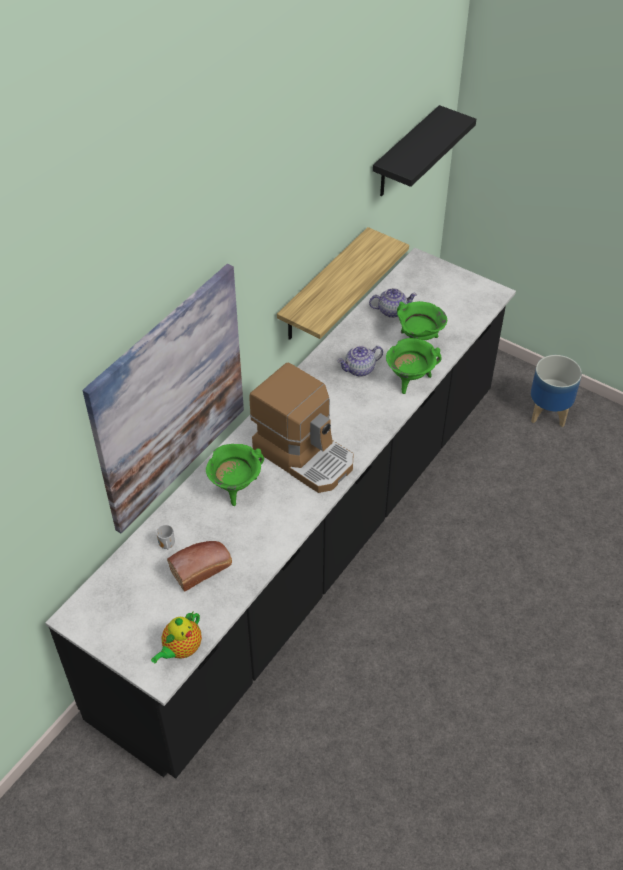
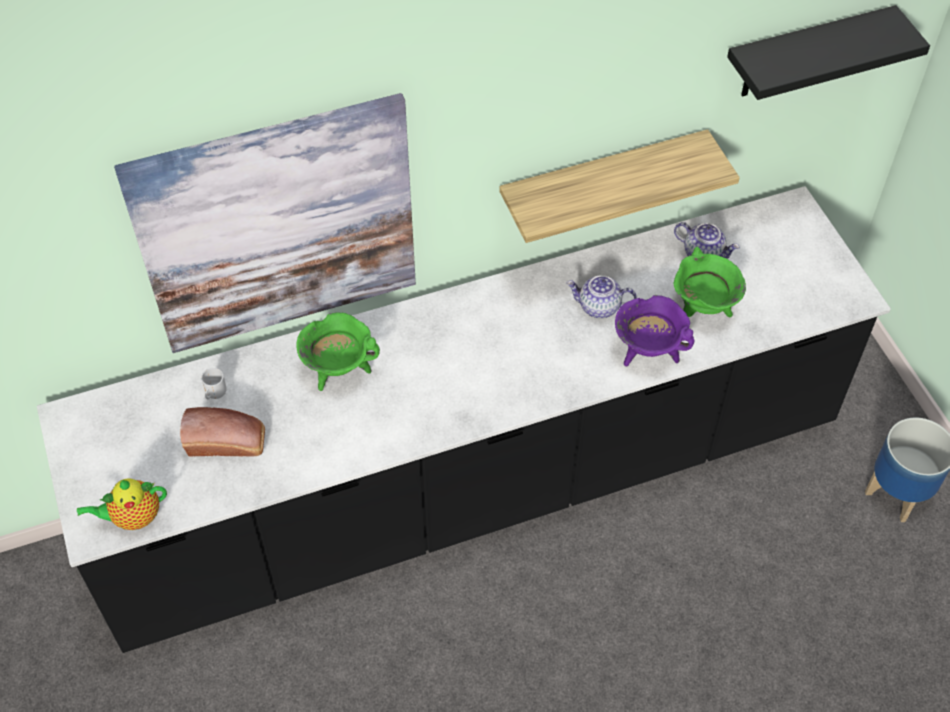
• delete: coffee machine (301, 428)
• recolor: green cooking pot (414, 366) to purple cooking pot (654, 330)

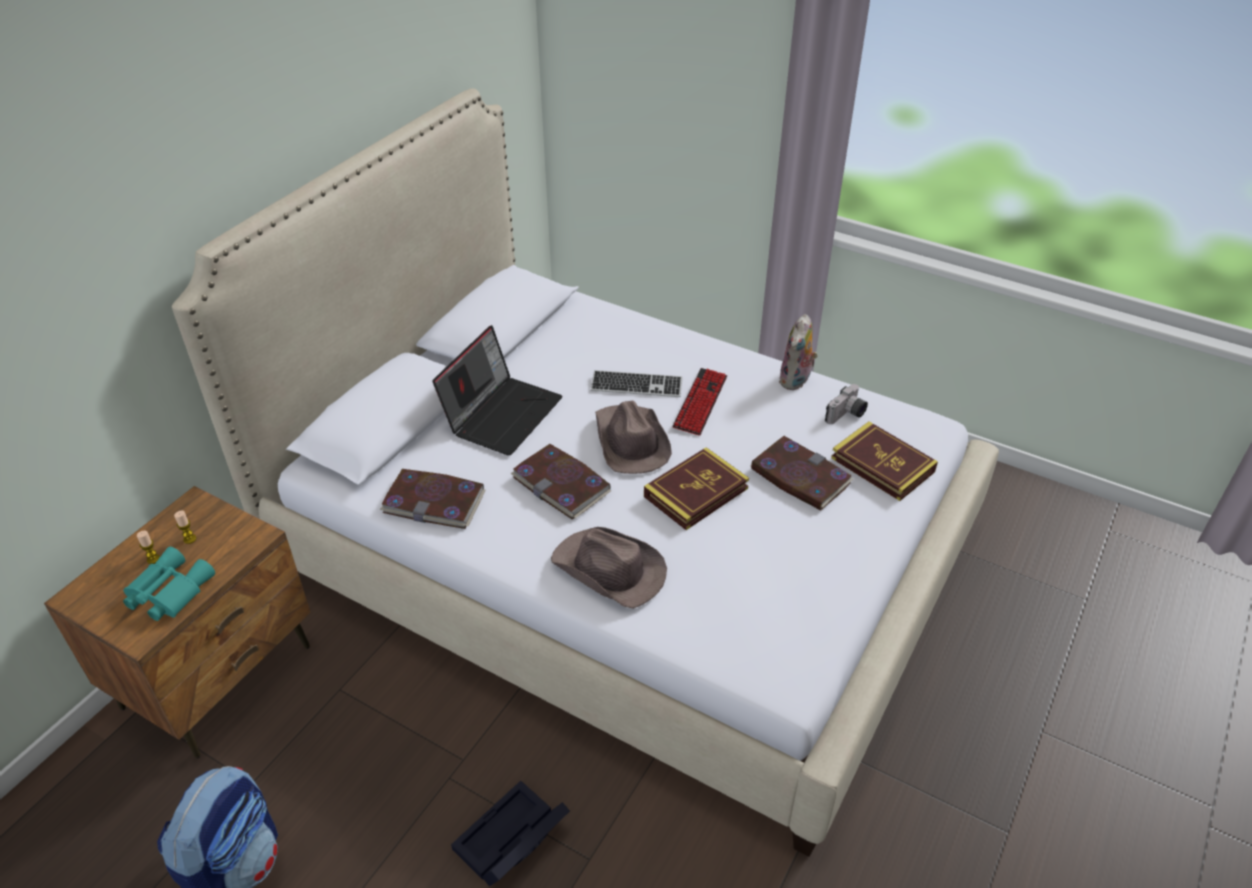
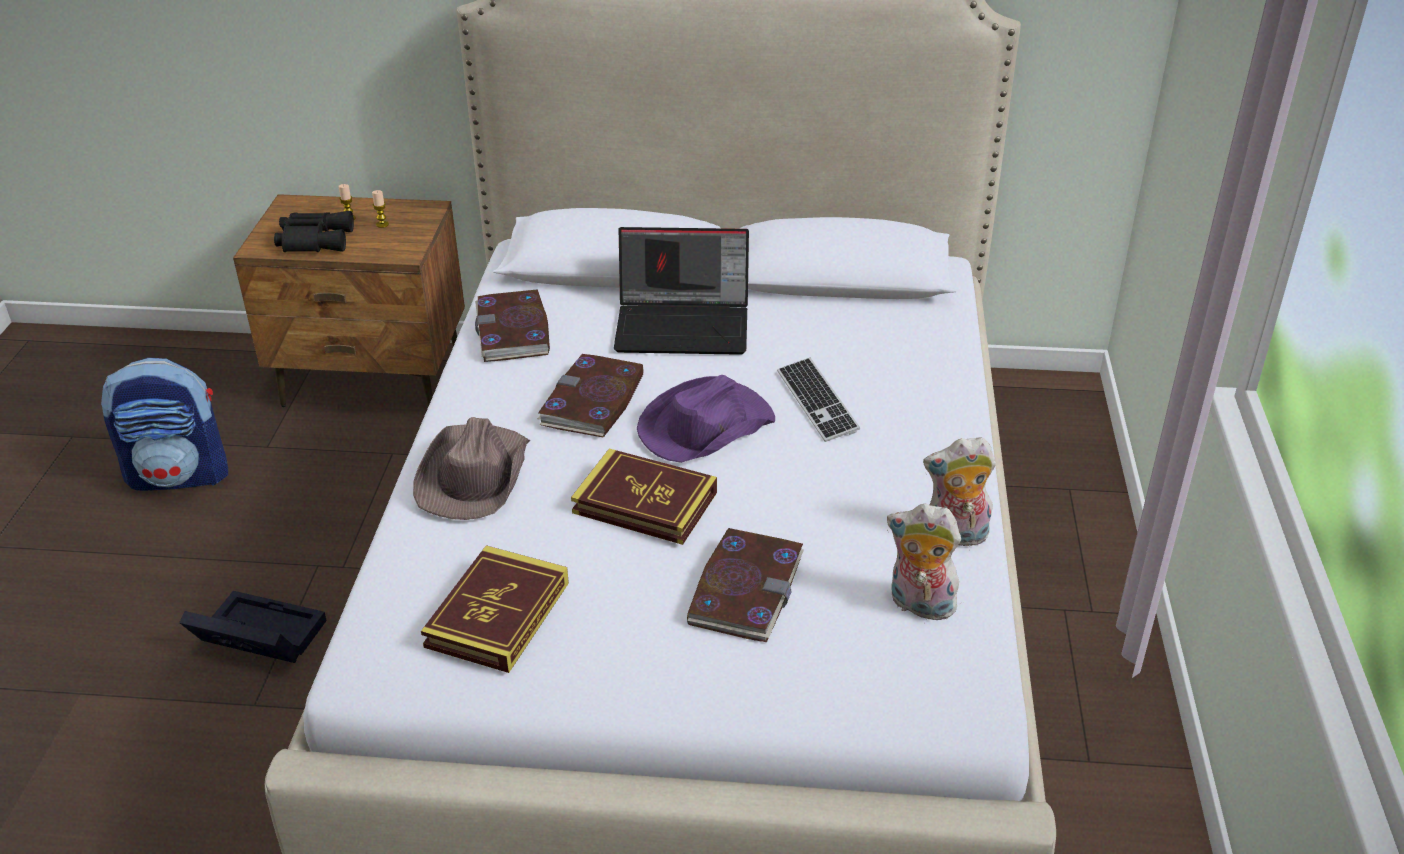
• recolor: turquoise pair of binoculars (169, 584) to blackish pair of binoculars (314, 231)
• recolor: brown-coloured hat (633, 437) to purple hat (706, 419)
• delete: keyboard (699, 402)
• replace: still camera (846, 404) to plush toy (924, 562)
• move: bound book (884, 461) to (495, 609)

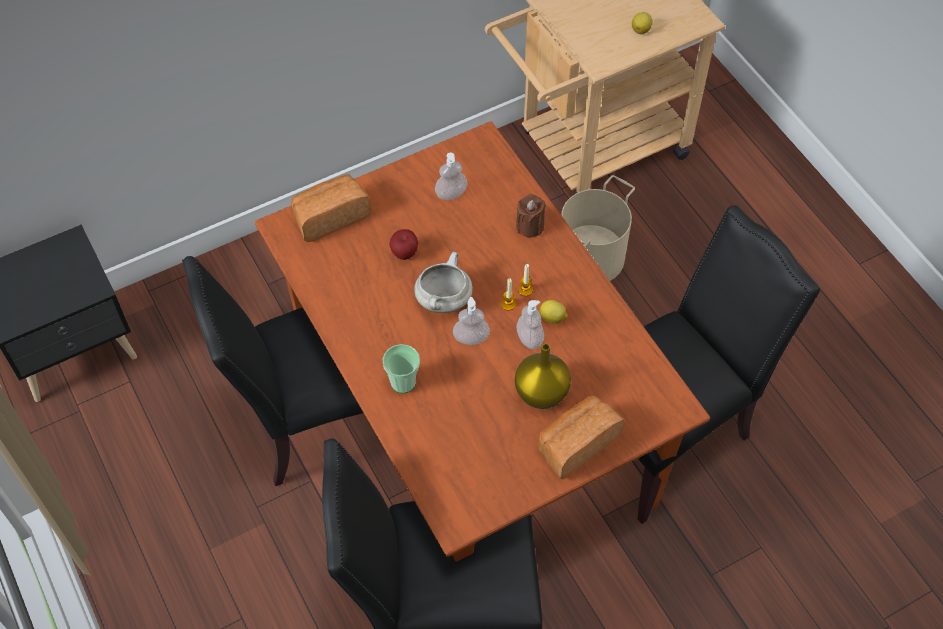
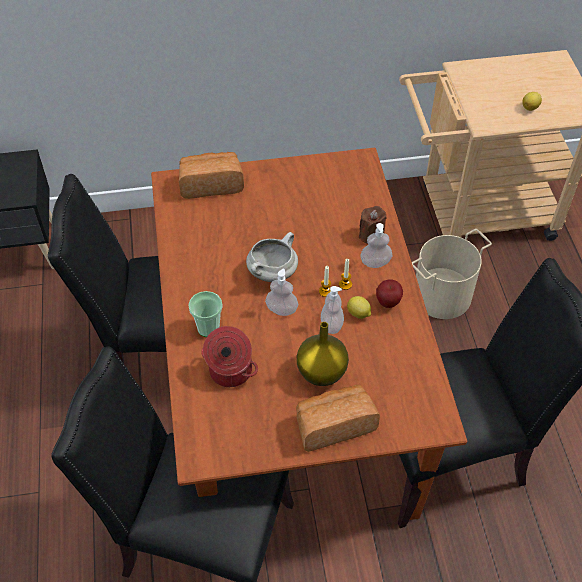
• move: whole apple (403, 244) to (389, 294)
• move: liquid soap bottle (451, 176) to (376, 245)
• insert: cooking pot (229, 356)

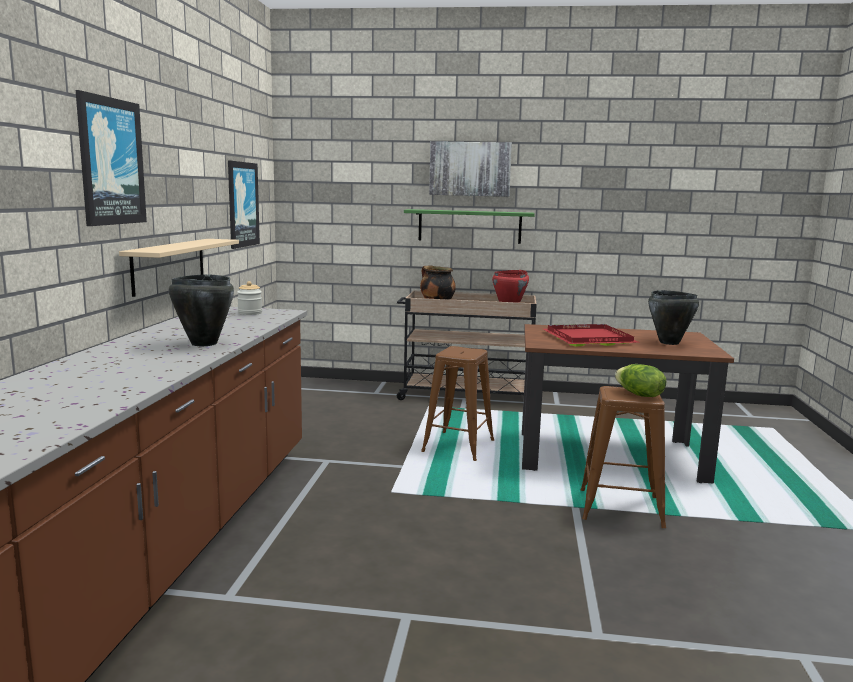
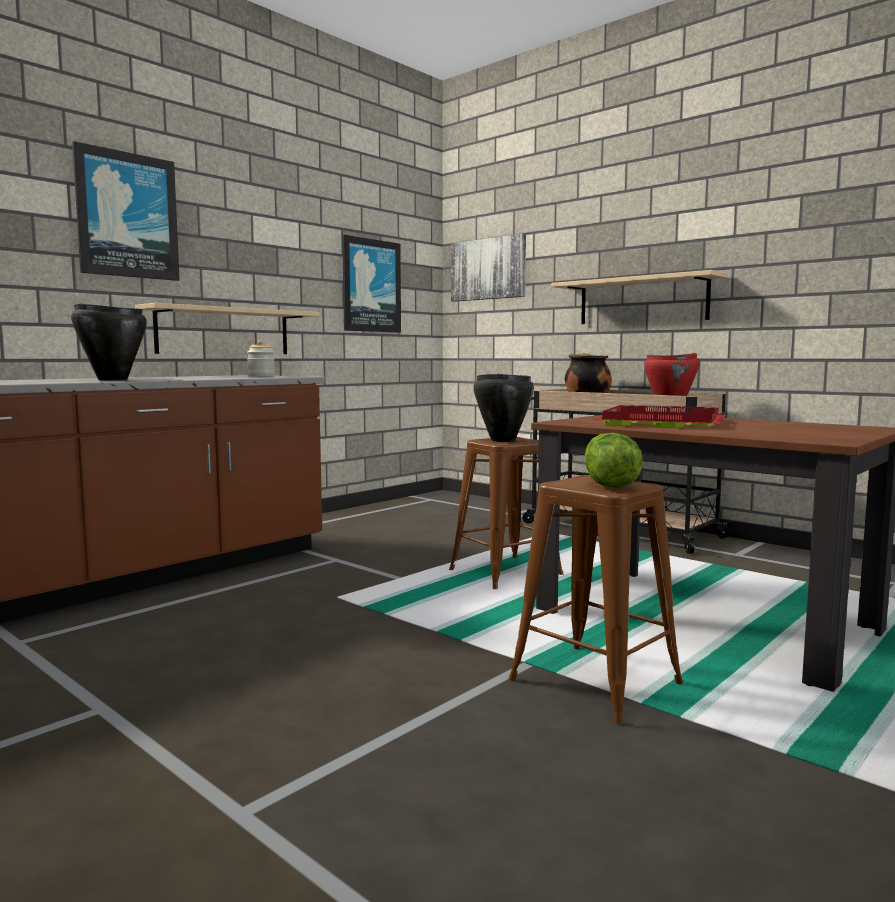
• recolor: green shelf (469, 226) to beige shelf (639, 297)
• move: wall art (470, 169) to (488, 267)
• move: blackish cooking pot (673, 317) to (503, 408)

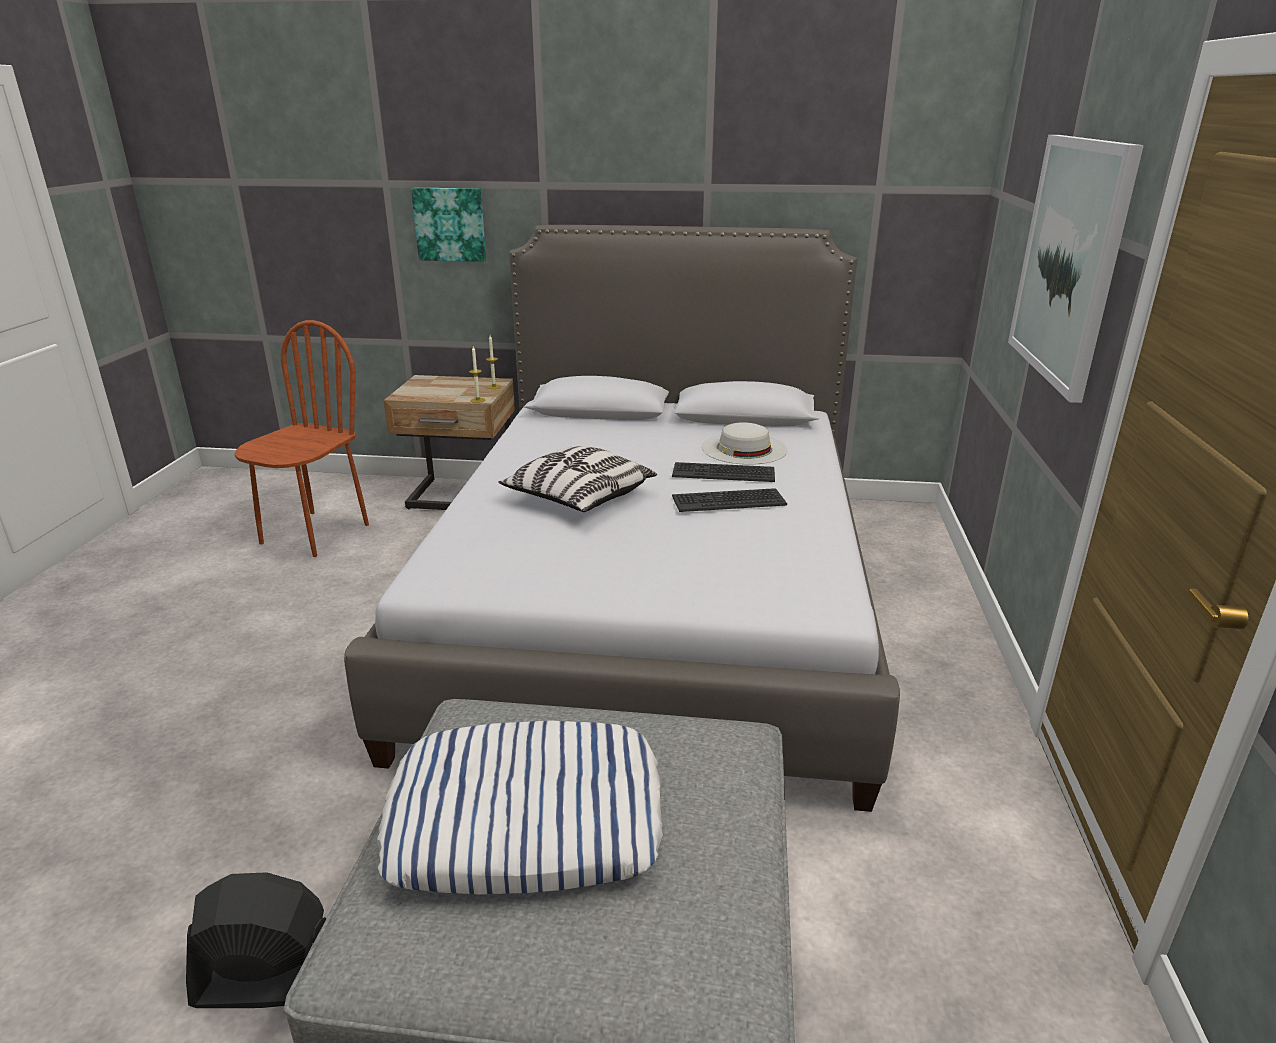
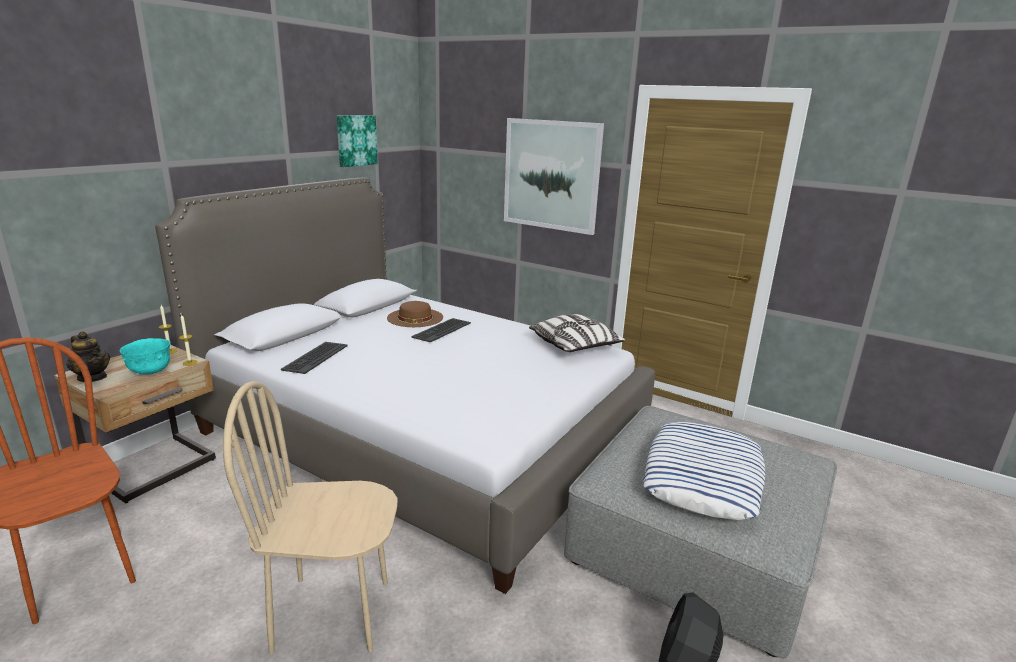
• move: wall art (448, 225) to (357, 141)
• move: throw pillow (577, 479) to (577, 333)
• move: keyboard (729, 500) to (314, 358)
• recolor: white hat (745, 443) to brown-coloured hat (415, 314)
• insert: teapot (88, 357)
• insert: turquoise bowl (145, 356)
• insert: beige upright chair (310, 517)

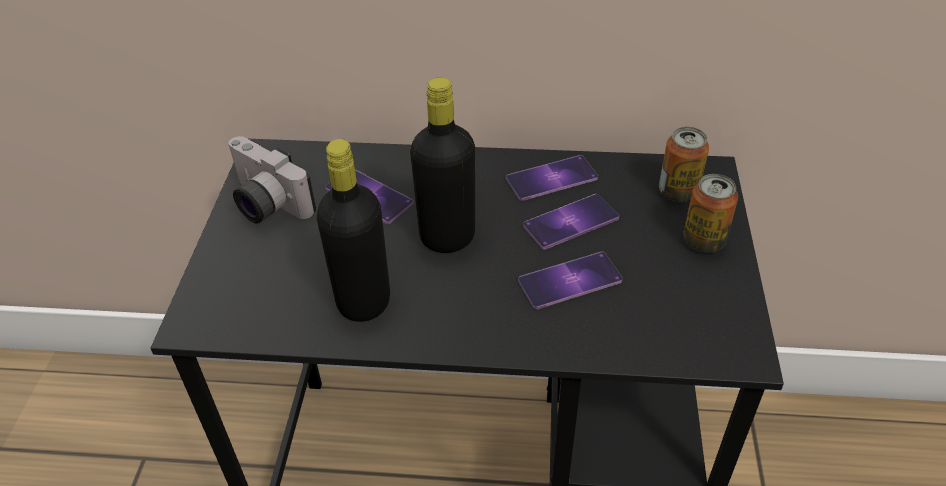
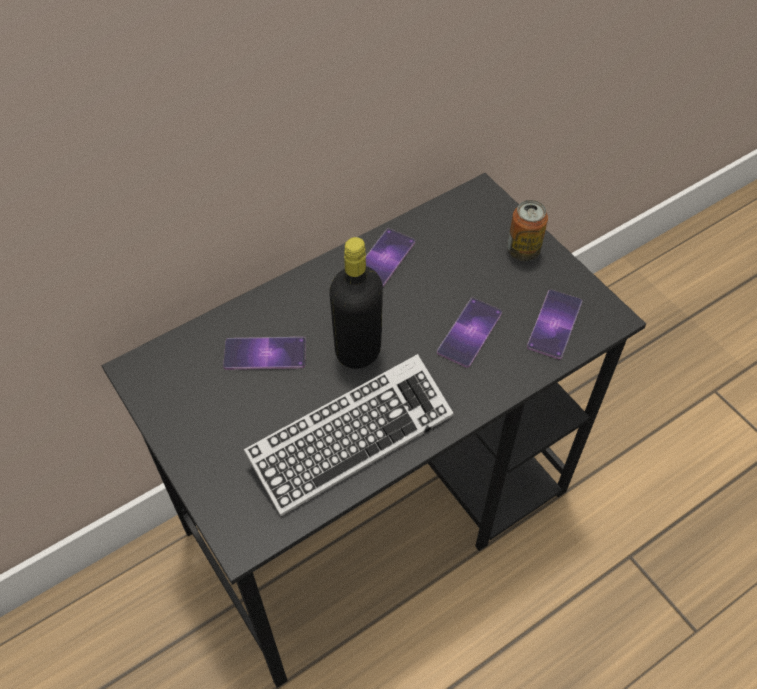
• delete: still camera (272, 180)
• replace: blackish beverage bottle (353, 230) to keyboard (348, 435)
• move: telephone (571, 222) to (554, 324)
• delete: can (684, 164)

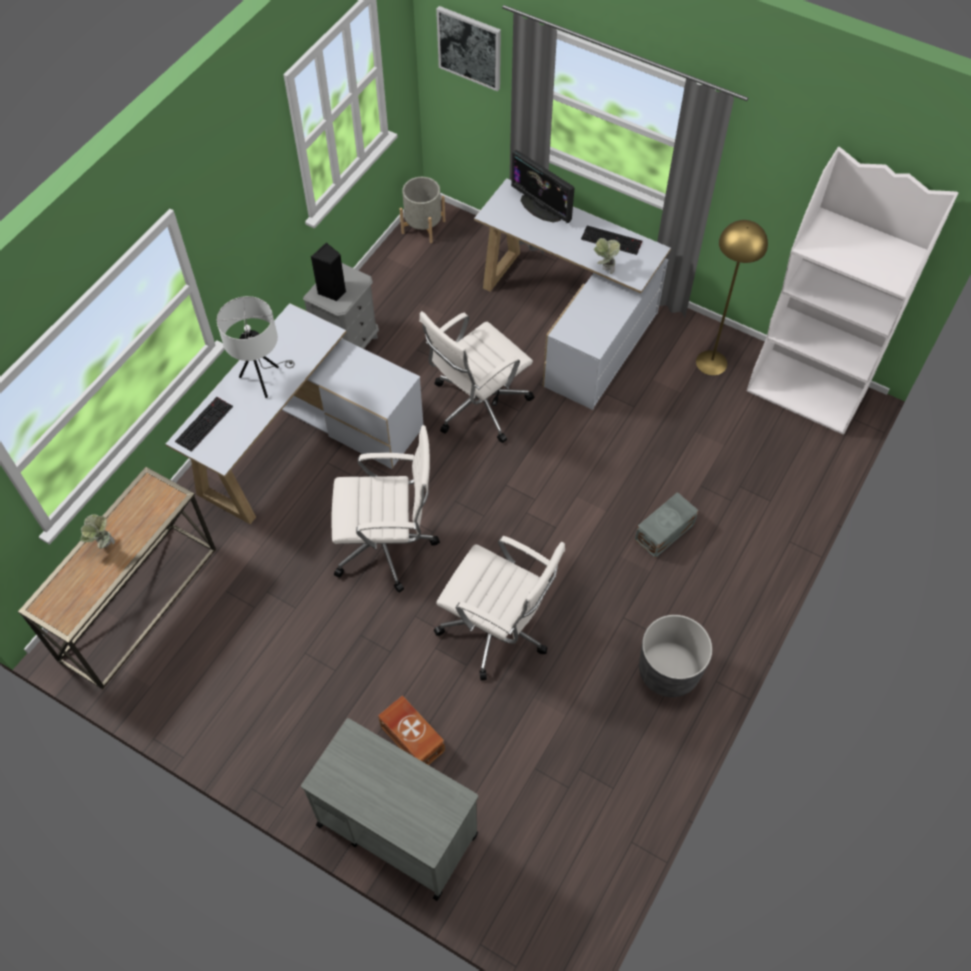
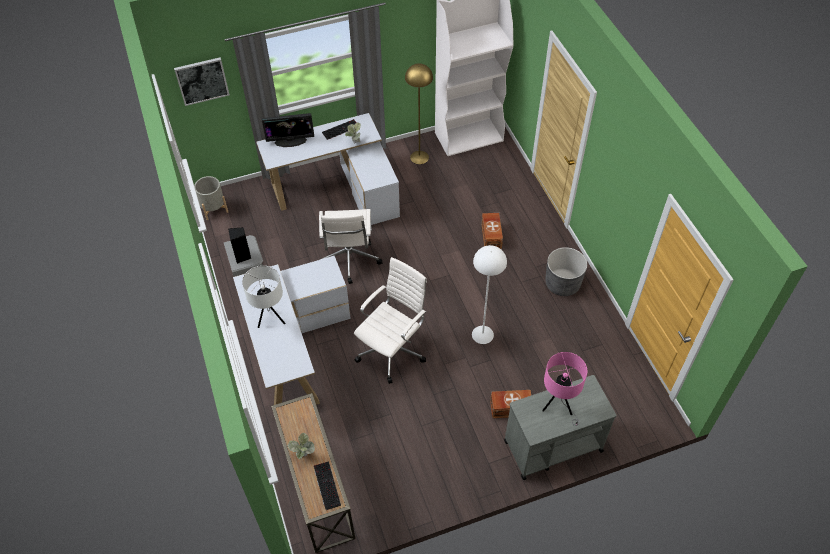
• move: keyboard (204, 424) to (327, 485)
• replace: white computer chair (499, 608) to white floor lamp (489, 294)
• recolor: gray storage container (667, 525) to brown-coloured storage container (492, 231)
• insert: pink-coloured table lamp (564, 389)

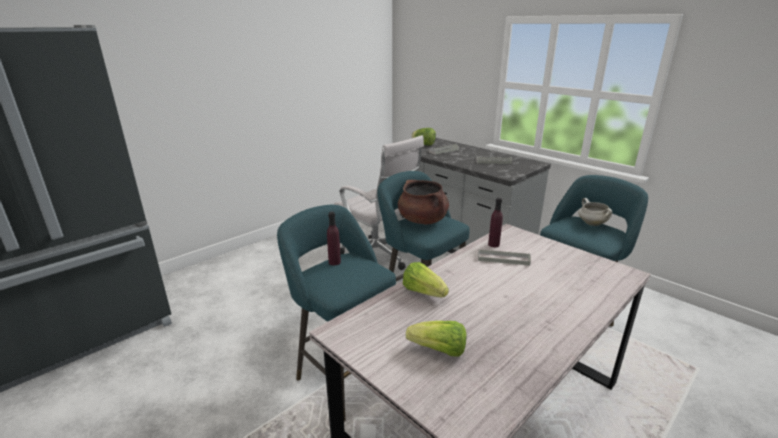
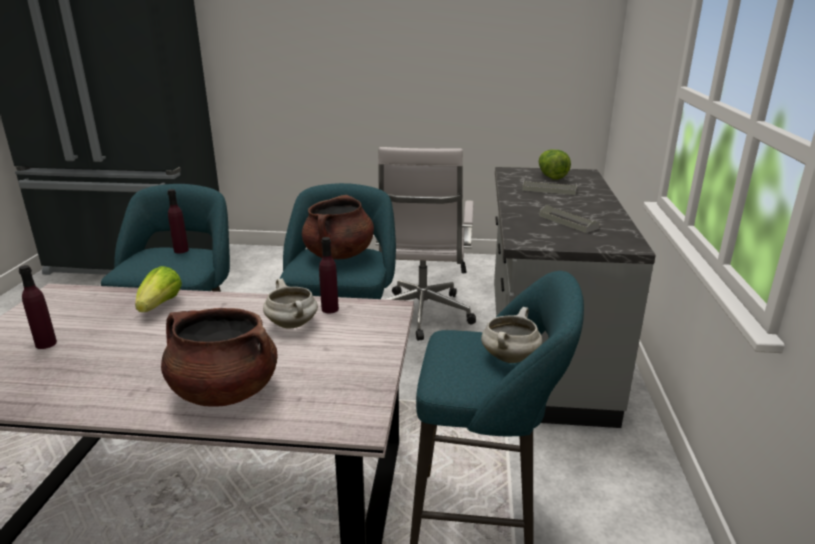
• replace: lettuce head (436, 338) to purple beverage bottle (38, 307)
• replace: gray tray (504, 257) to white cooking pot (290, 304)
• insert: brown-coloured cooking pot (219, 357)

